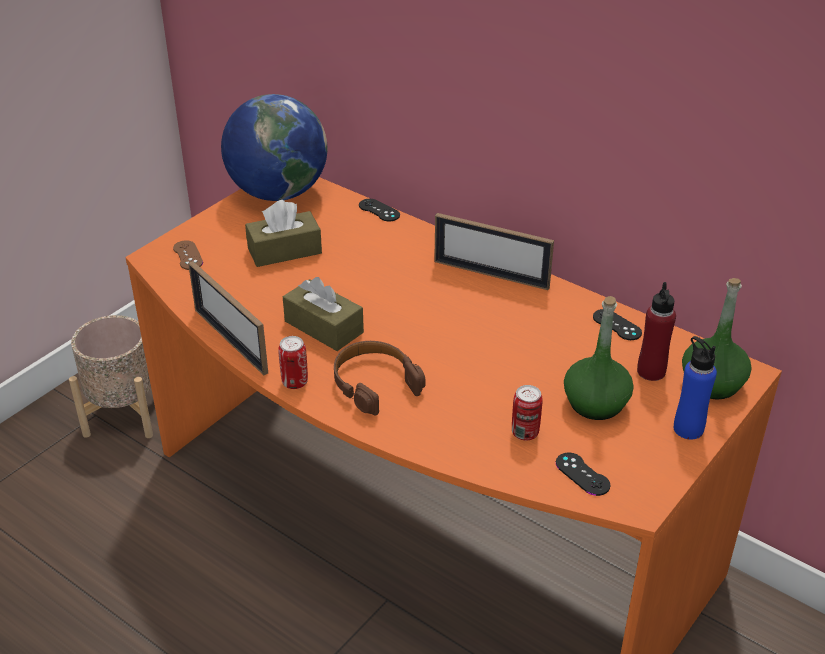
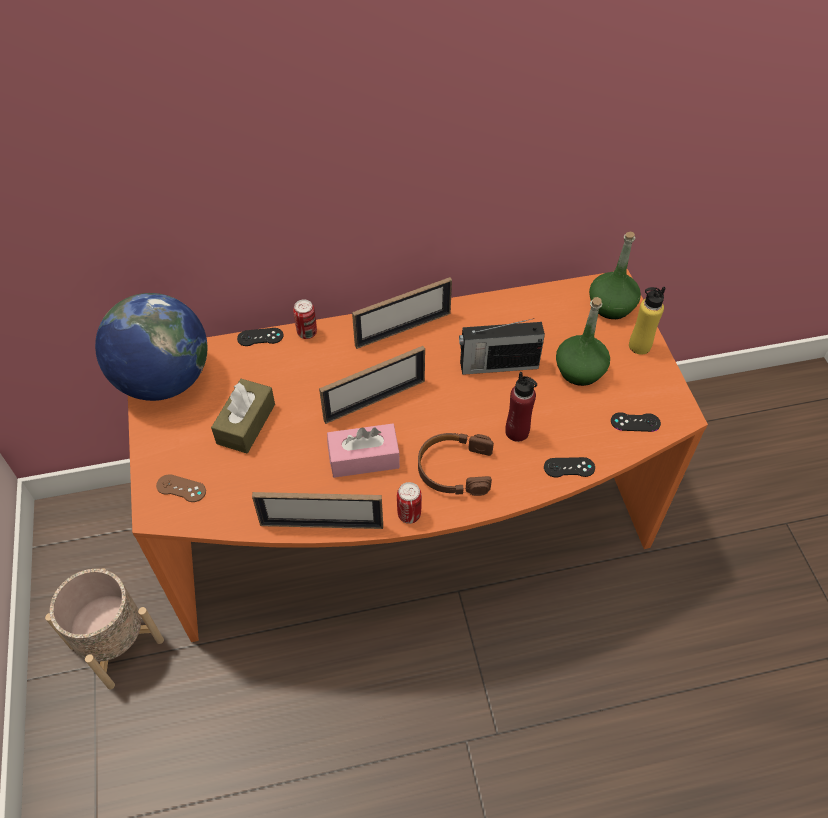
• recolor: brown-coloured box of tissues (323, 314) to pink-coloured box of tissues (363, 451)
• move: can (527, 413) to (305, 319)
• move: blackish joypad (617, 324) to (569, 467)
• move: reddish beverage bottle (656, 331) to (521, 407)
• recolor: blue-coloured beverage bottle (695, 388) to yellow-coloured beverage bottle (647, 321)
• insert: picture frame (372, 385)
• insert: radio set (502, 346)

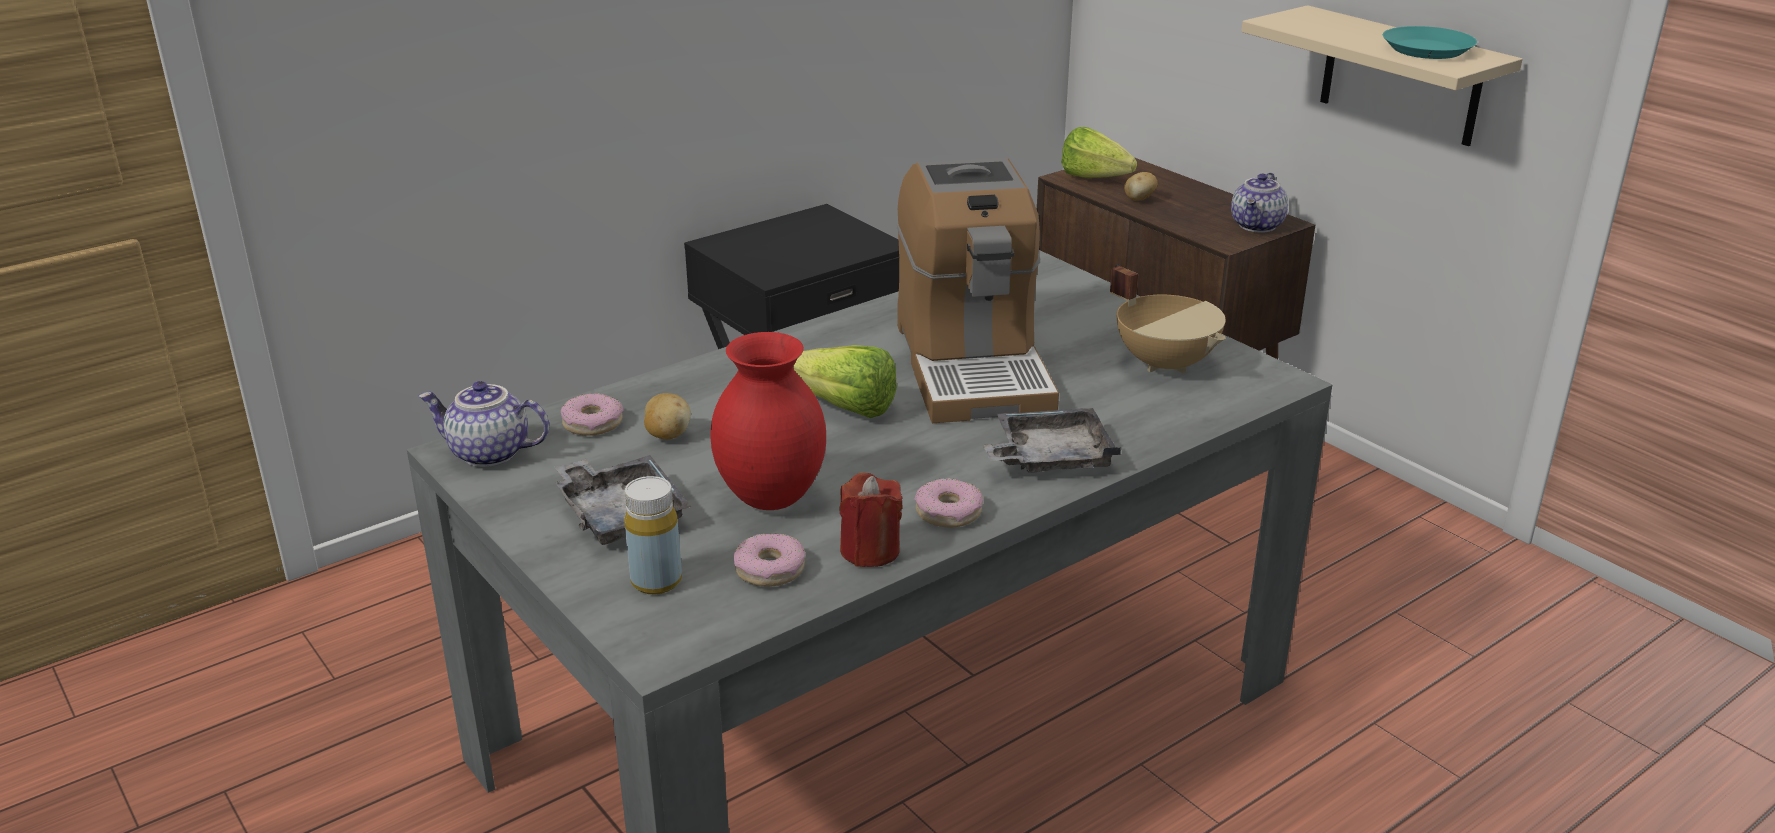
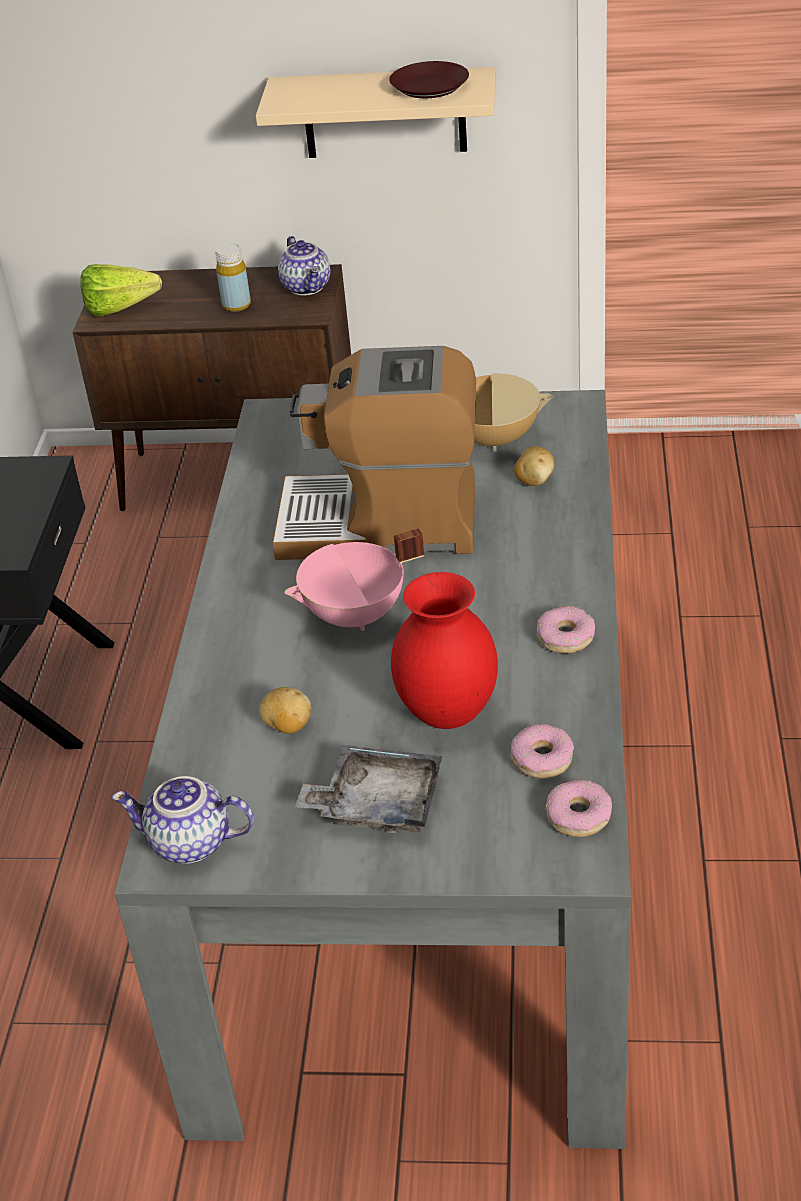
• rotate: teapot (483, 424) = (182, 820) 45 degrees clockwise
• move: doughnut (592, 414) to (578, 808)
• move: yellow-coloured beverage bottle (653, 535) to (233, 277)
• replace: lettuce head (845, 381) to pink-coloured cooking pot (354, 580)
• delete: reddish wax candle (870, 520)
• rotate: coffee machine (977, 290) = (374, 453) 150 degrees clockwise
• delete: gray tray (1052, 440)
• move: whole potato (1140, 186) to (534, 466)
• recolor: turquoise dinner plate (1430, 42) to brown-coloured dinner plate (429, 79)

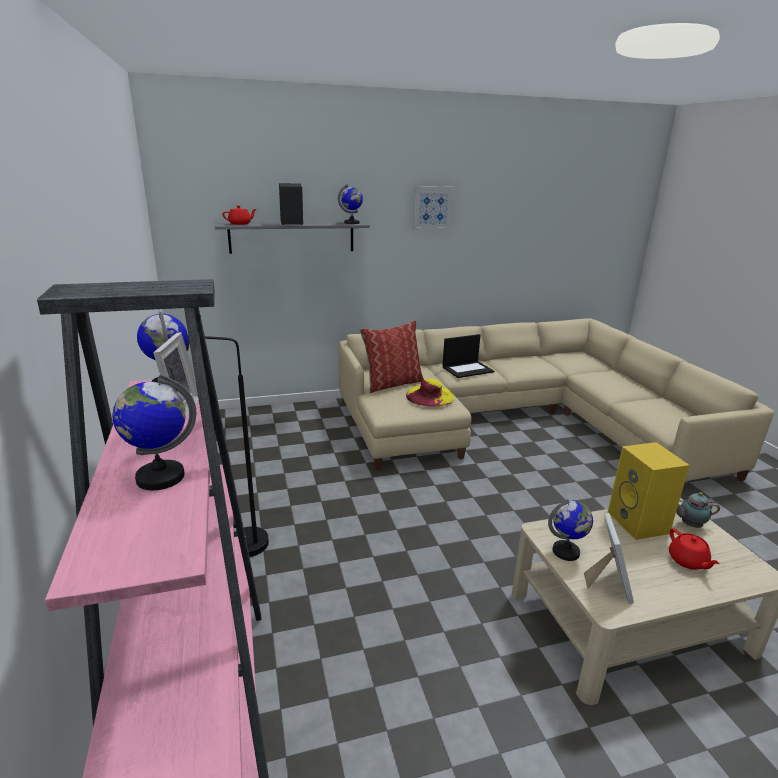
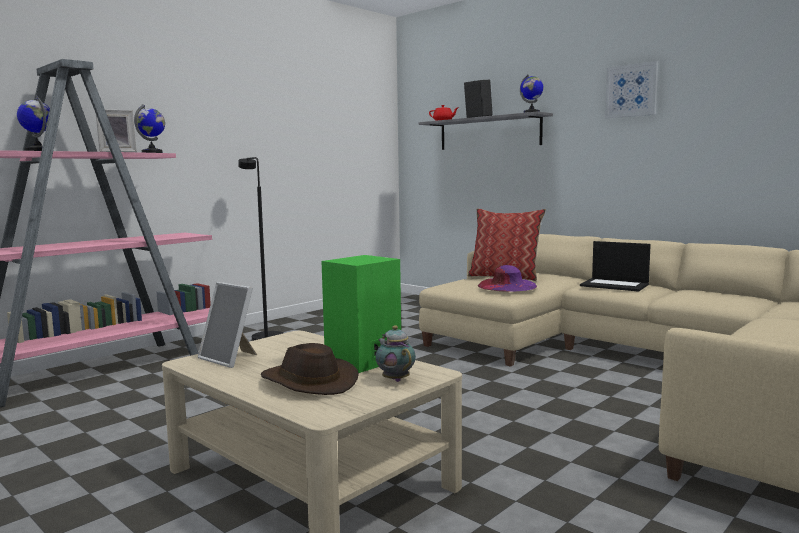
• recolor: yellow-coloured hat (430, 393) to purple hat (507, 278)
• delete: globe (570, 530)
• rotate: picture frame (609, 558) = (227, 325) 60 degrees clockwise
• recolor: yellow-coloured speaker (648, 491) to green speaker (361, 314)
• replace: reddish teapot (694, 549) to brown-coloured hat (310, 369)

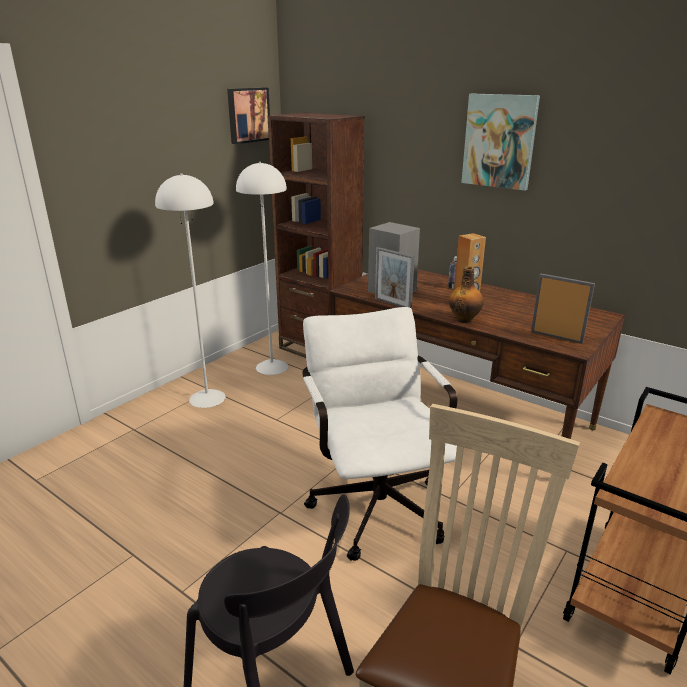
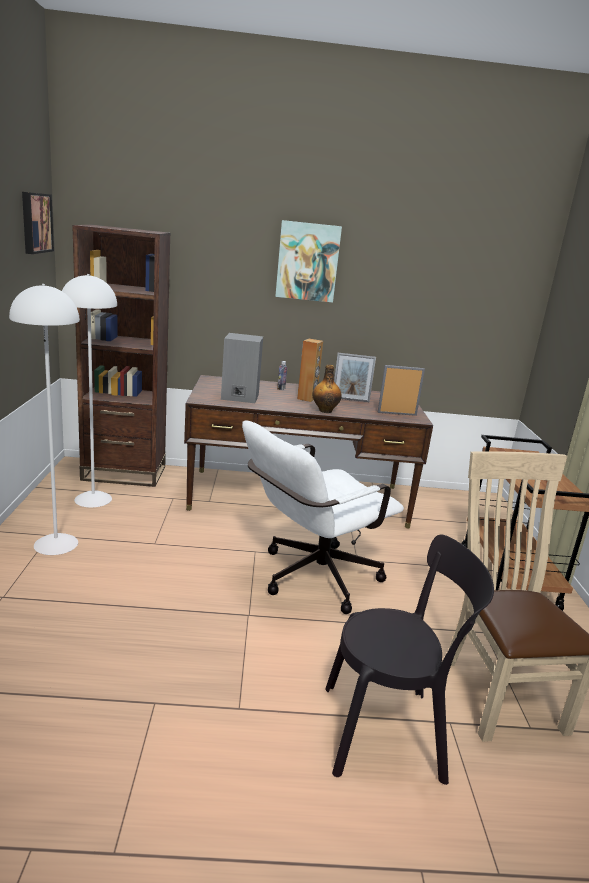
• rotate: white computer chair (380, 434) = (323, 517) 75 degrees counterclockwise
• move: picture frame (395, 278) to (355, 377)

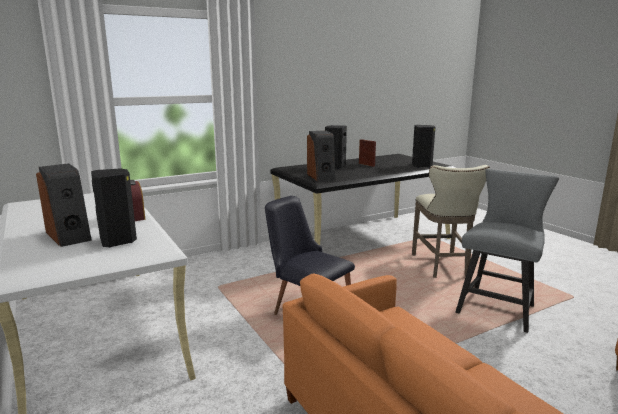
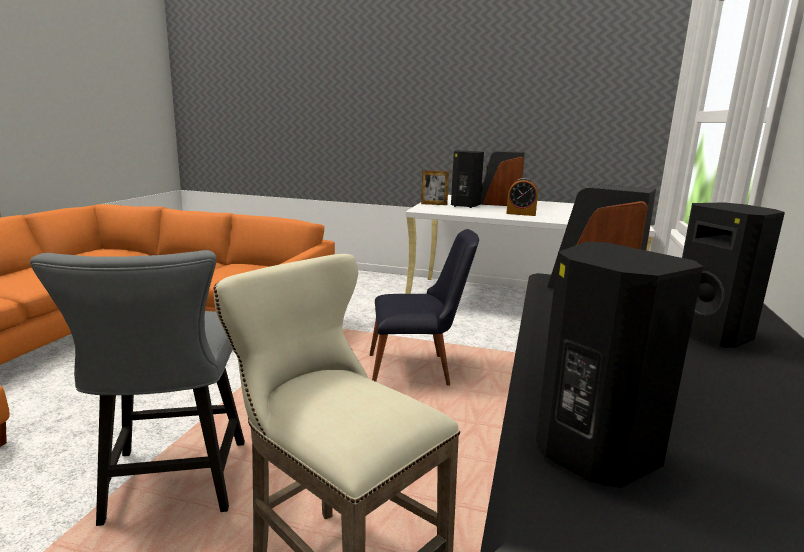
• move: picture frame (367, 153) to (435, 187)

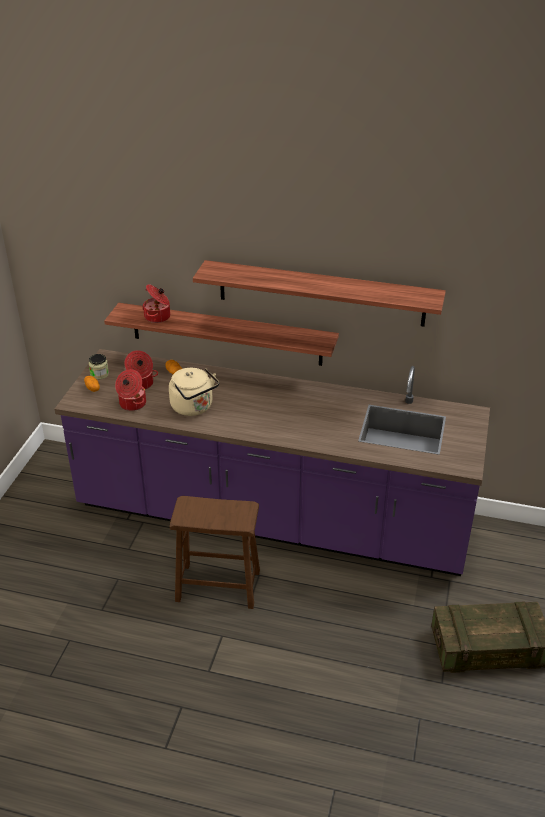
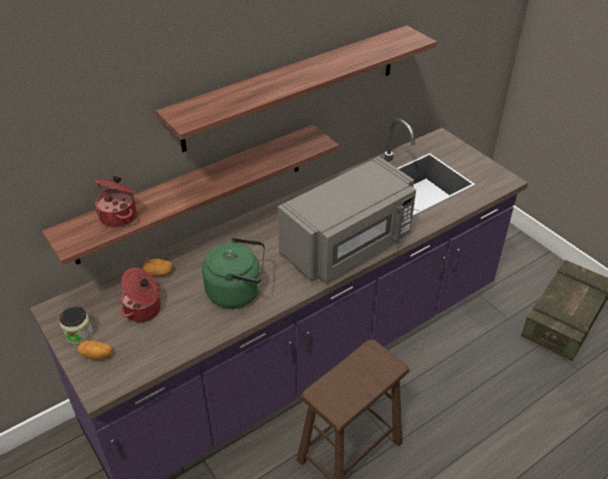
• delete: cooking pot (130, 390)
• recolor: beige kettle (194, 392) to green kettle (233, 272)
• insert: gray kitchen microwave (347, 219)

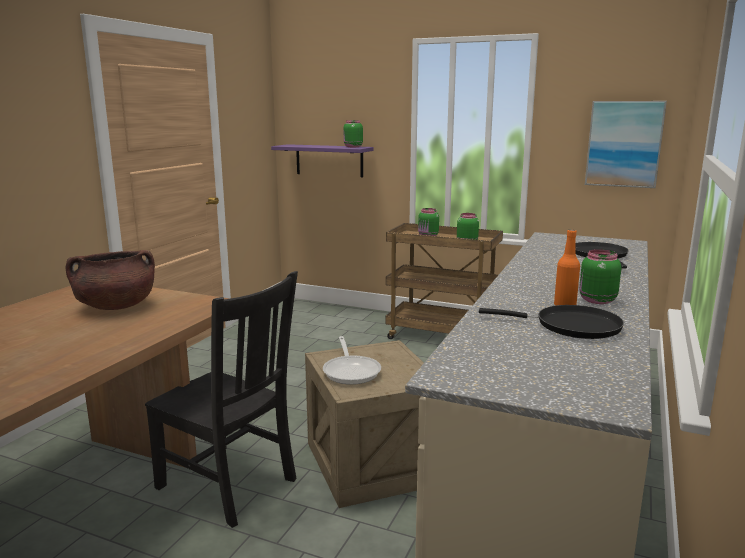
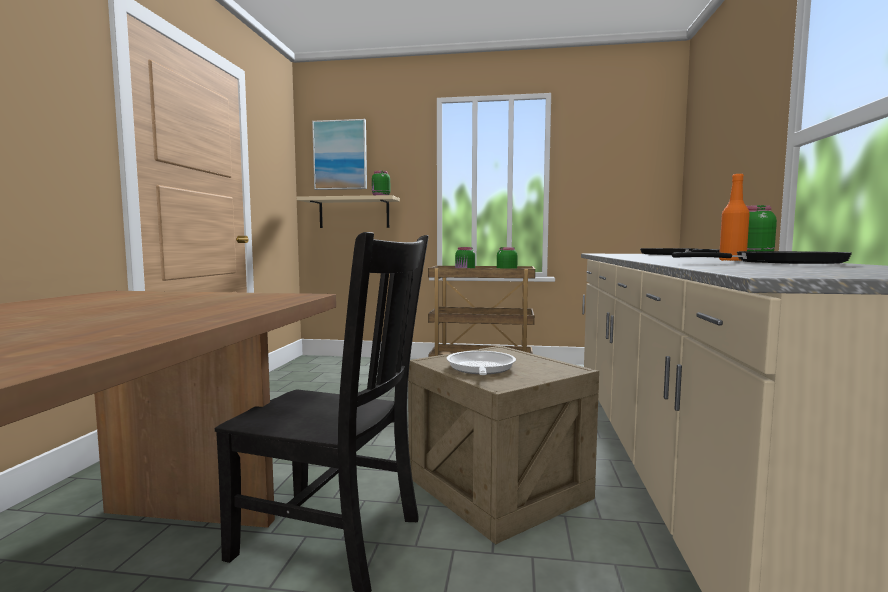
• delete: brown-coloured cooking pot (110, 280)
• recolor: purple shelf (322, 160) to beige shelf (348, 211)
• rotate: frying pan (352, 360) = (481, 363) 150 degrees counterclockwise
• move: wall art (626, 144) to (339, 154)

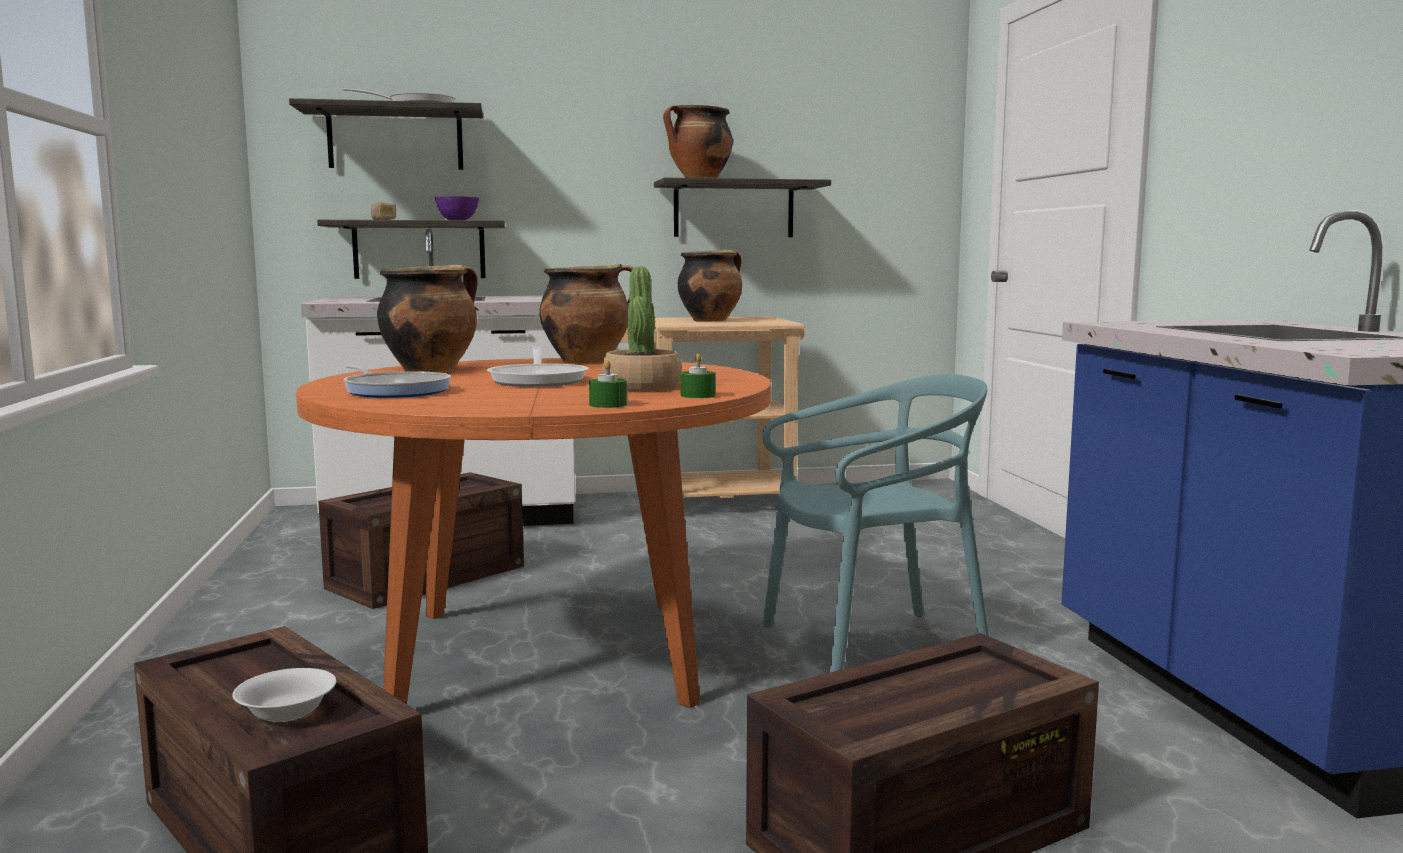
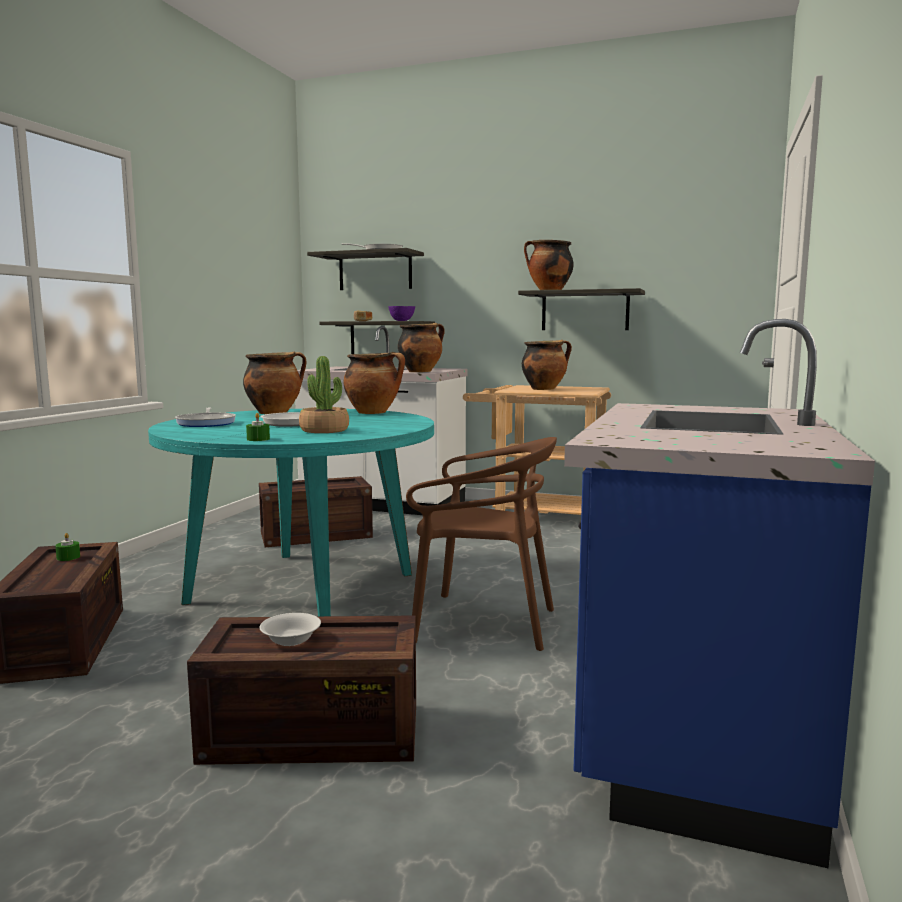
• move: white bowl (284, 695) to (290, 629)
• recolor: orange-coloured dinner table (533, 533) to turquoise dinner table (291, 512)
• move: green wax candle (698, 376) to (67, 547)
• recolor: turquoise upright chair (875, 523) to brown-coloured upright chair (481, 544)
• insert: cooking pot (421, 347)

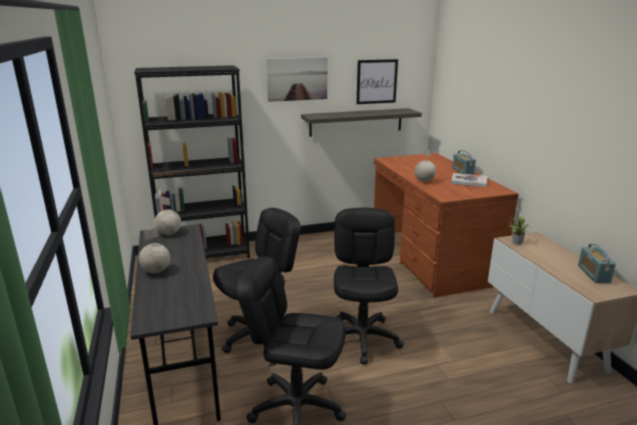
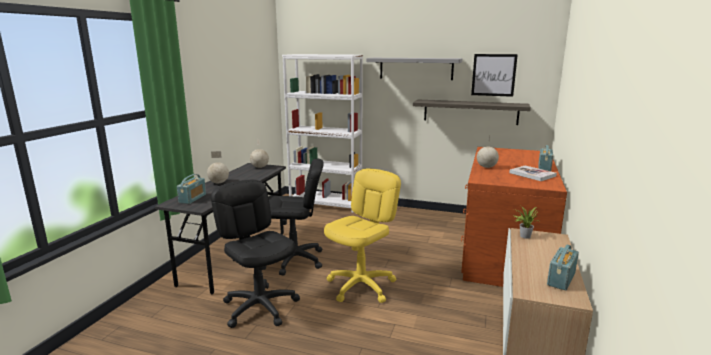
• recolor: blackish shelving unit (192, 162) to white shelving unit (322, 133)
• replace: wall art (297, 79) to gray shelf (414, 69)
• recolor: blackish computer chair (369, 286) to yellow-coloured computer chair (362, 235)
• insert: radio set (191, 189)

